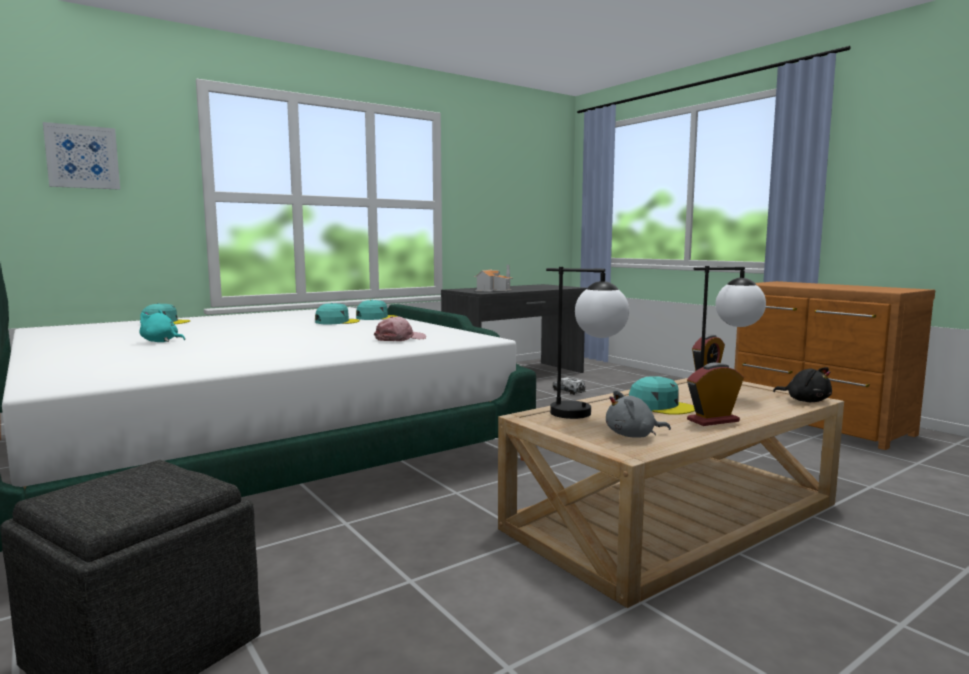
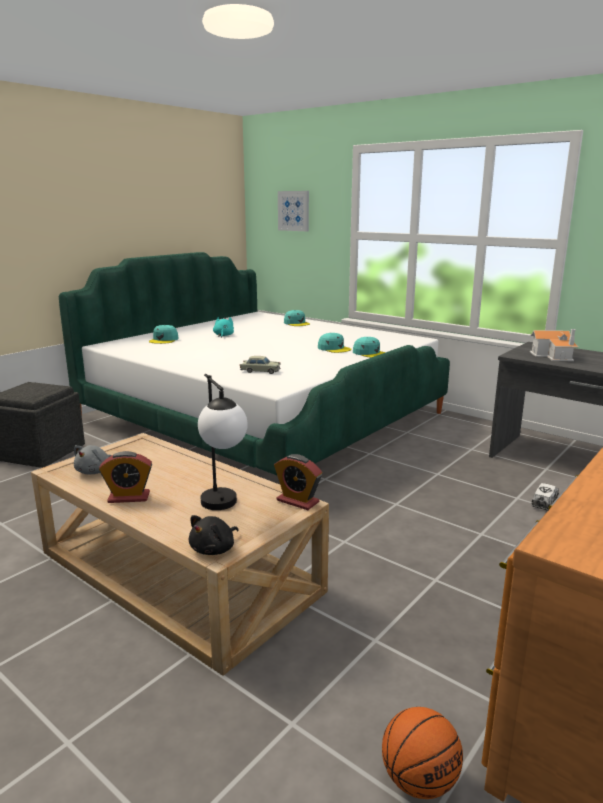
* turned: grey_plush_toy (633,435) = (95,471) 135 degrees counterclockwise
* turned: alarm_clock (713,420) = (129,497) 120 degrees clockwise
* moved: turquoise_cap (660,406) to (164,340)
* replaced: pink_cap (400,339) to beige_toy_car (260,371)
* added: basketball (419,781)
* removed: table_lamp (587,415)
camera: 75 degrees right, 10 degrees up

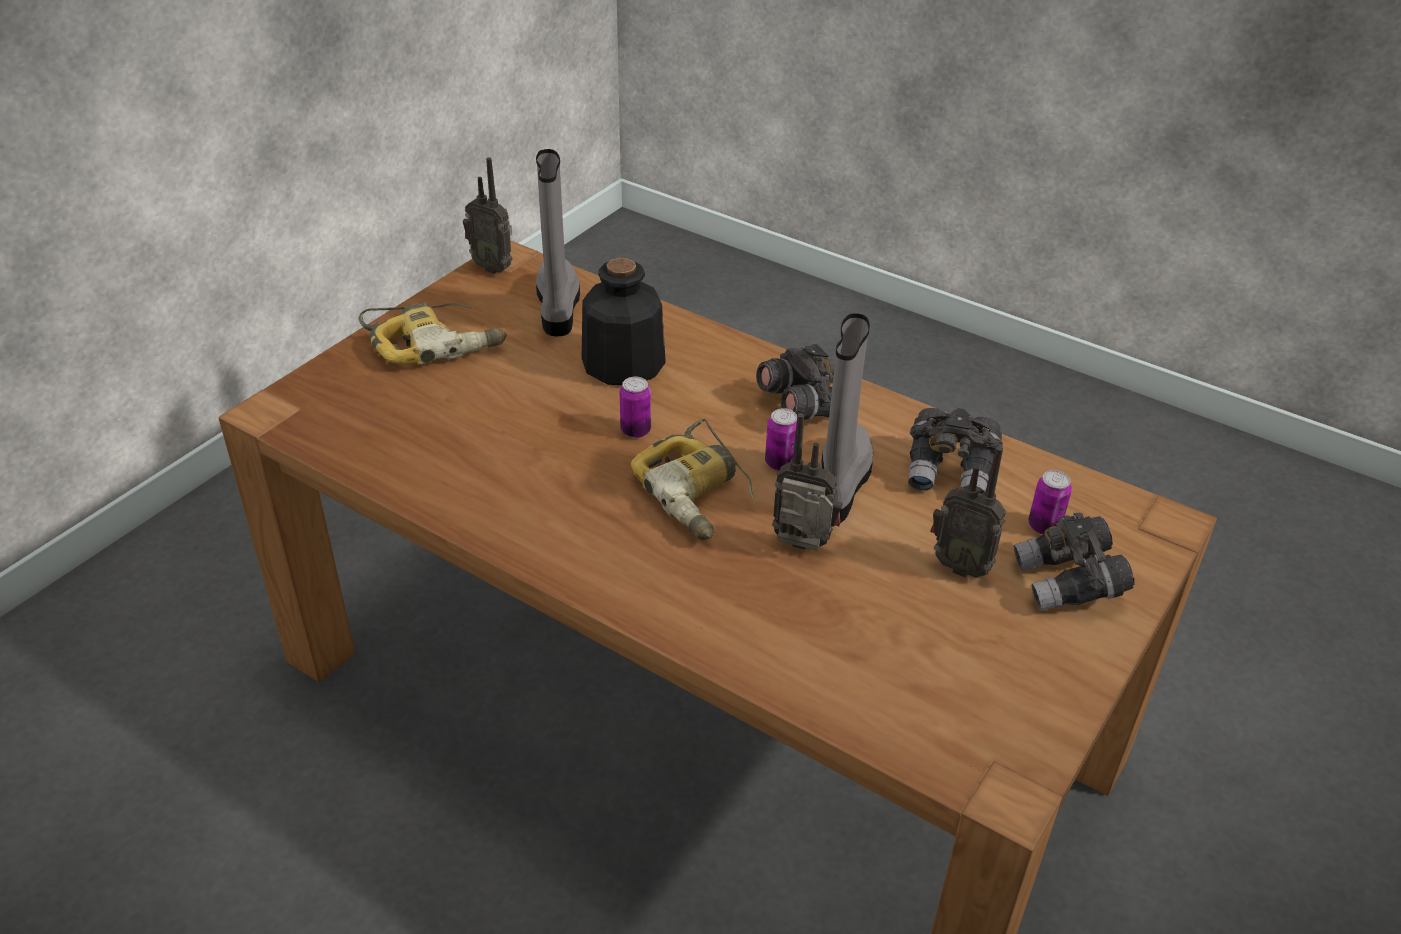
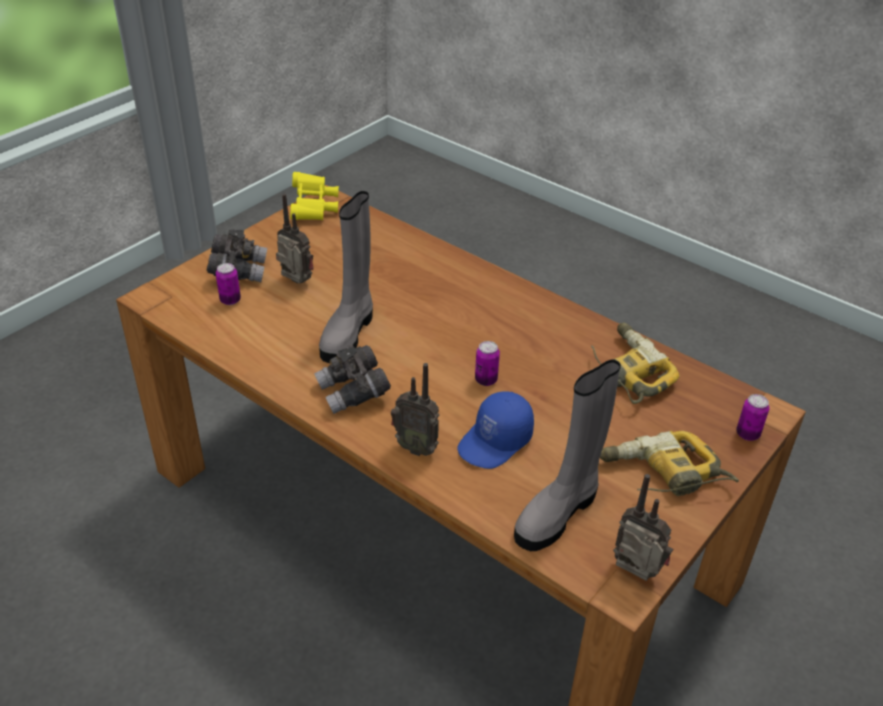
* added: yellow_binoculars (314,208)
* moved: radio (802,550) to (416,447)
* replaced: bottle (622,363) to blue_cap (496,442)
* turned: grey_boot (558,307) = (558,513) 45 degrees clockwise
* moved: power_drill (698,492) to (627,371)
* moved: can (780,463) to (747,434)
* removed: grey_binoculars (951,471)
camera: 175 degrees left, 0 degrees up

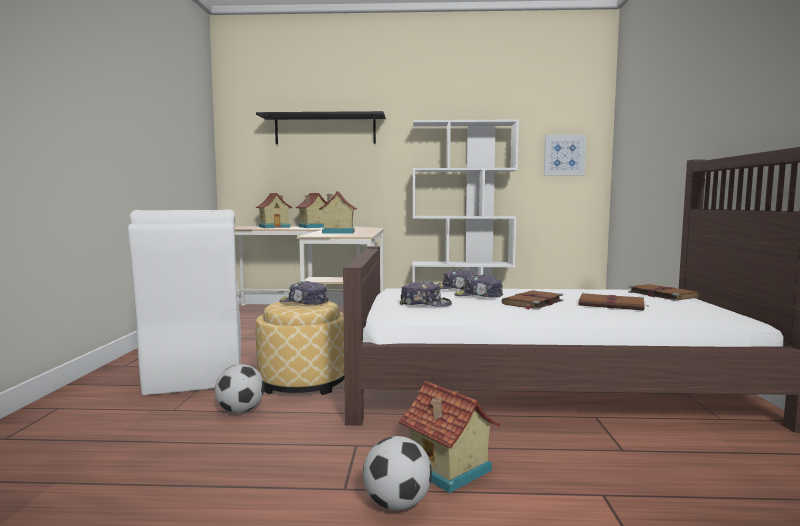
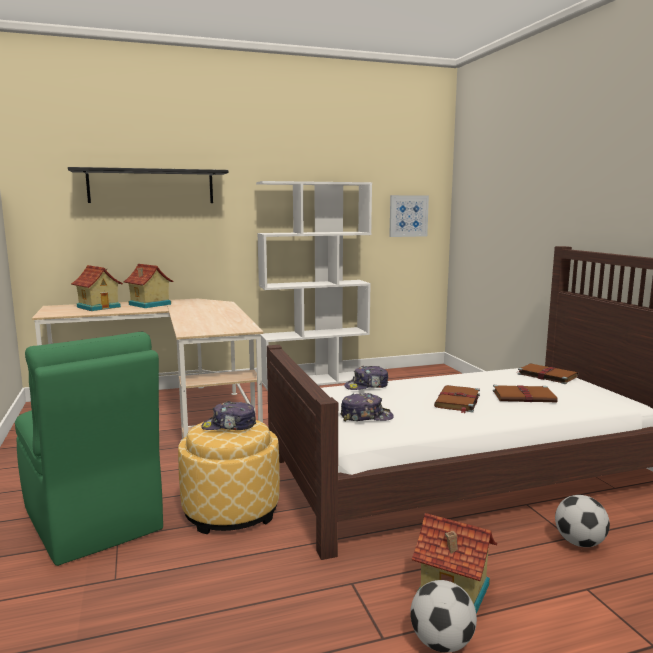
* recoloured: white_chair (195,374) to green_chair (93,521)
* moved: football (240,411) to (579,543)
* removed: toy_house (337,232)
* removed: cap (478,296)
camera: 20 degrees left, 5 degrees up

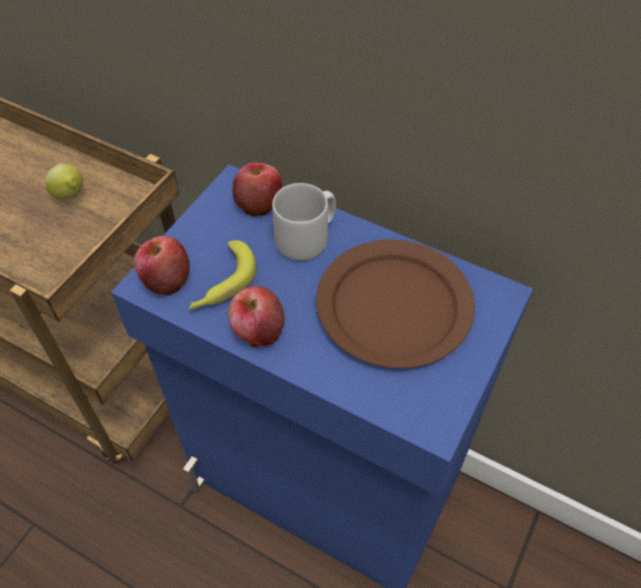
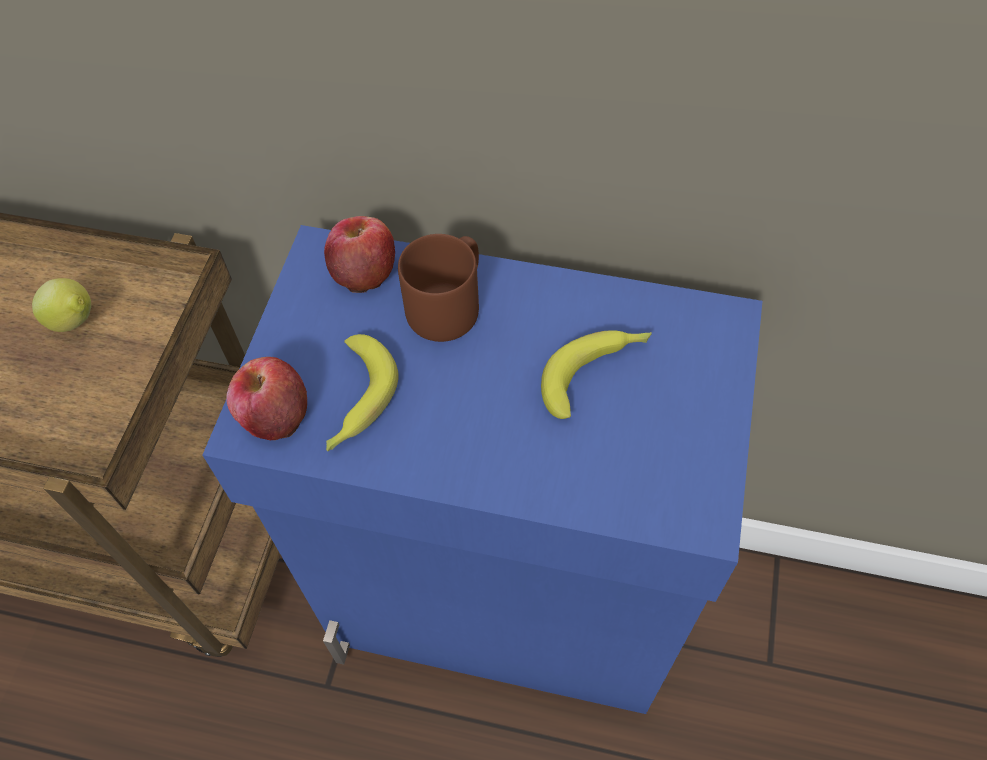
* recoloured: grey_mug (307,238) to brown_mug (448,306)
* replaced: brown_plate (393,307) to banana (596,373)
* removed: apple (258,330)
camera: 15 degrees left, 5 degrees up

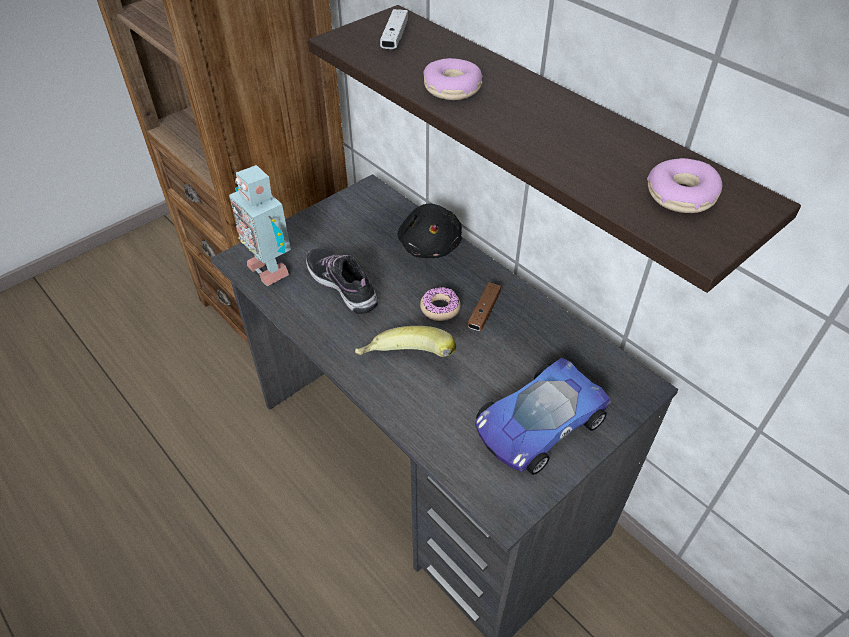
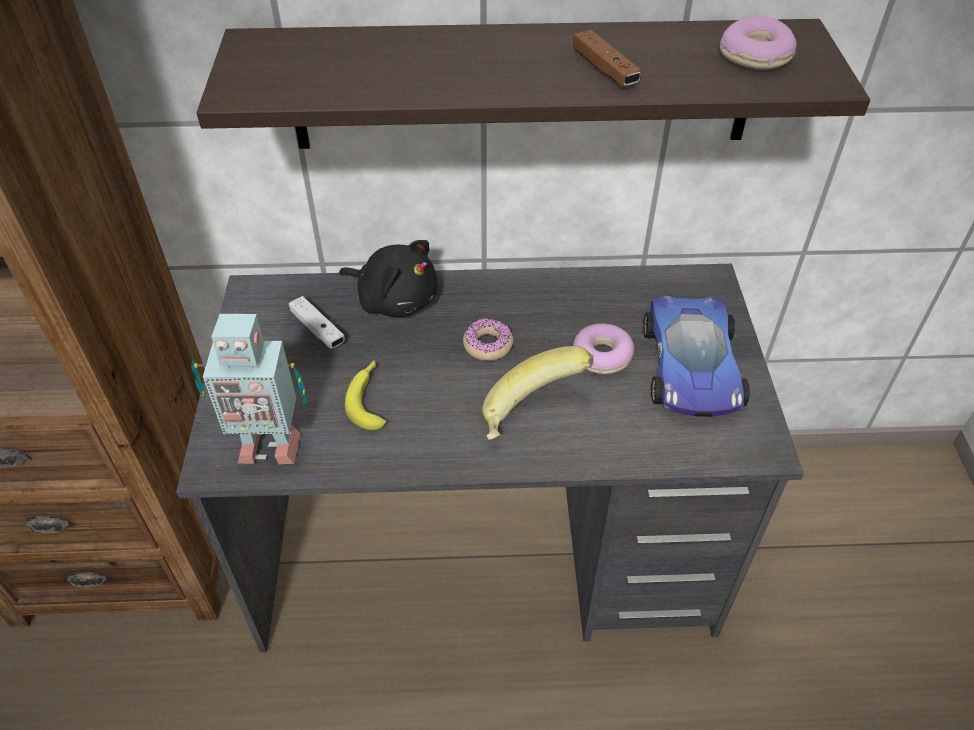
* moved: white_game_controller (394,37) to (317,329)
* replaced: shoe (342,285) to banana (370,398)
* moved: brown_game_controller (484,312) to (604,69)
* moved: donut (452,89) to (602,356)
camera: 50 degrees left, 0 degrees up

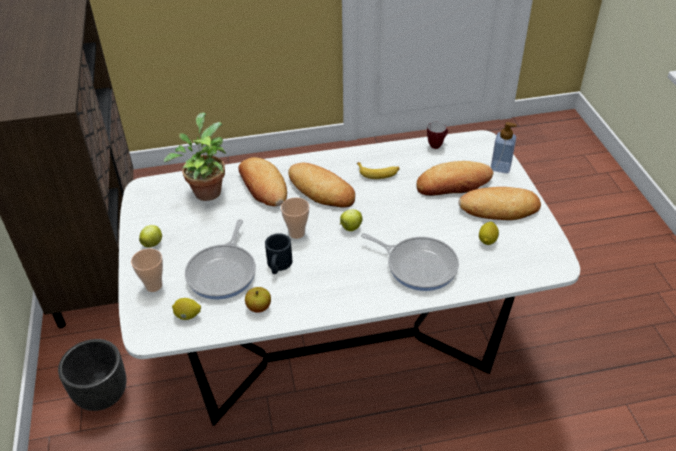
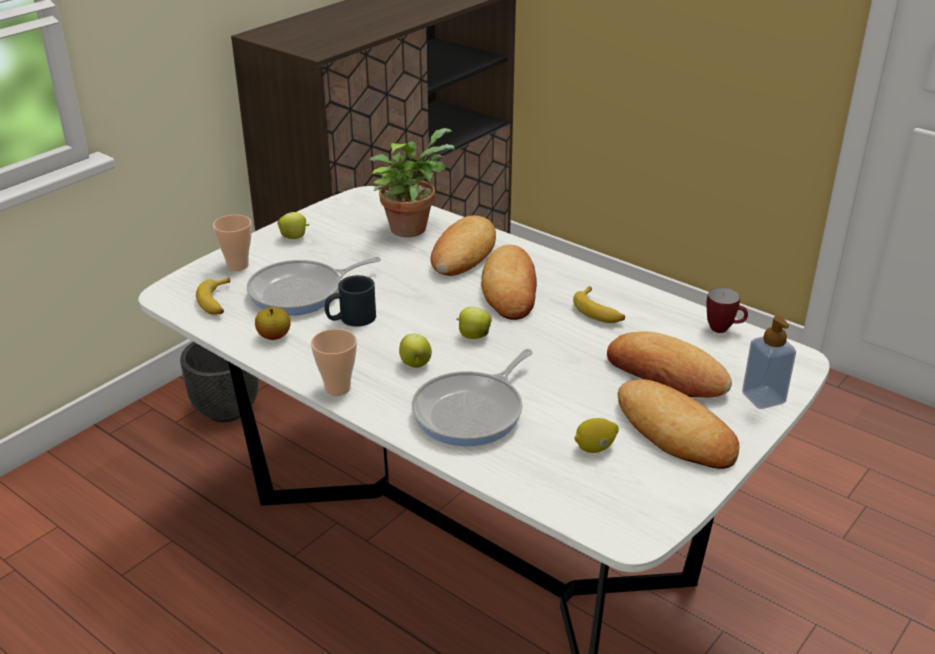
* replaced: lemon (187,316) to banana (217,302)
* moved: cup (297,233) to (337,388)
* added: apple (415,364)
* turned: frying_pan (418,265) = (472,412) 45 degrees clockwise
camera: 50 degrees right, 10 degrees down

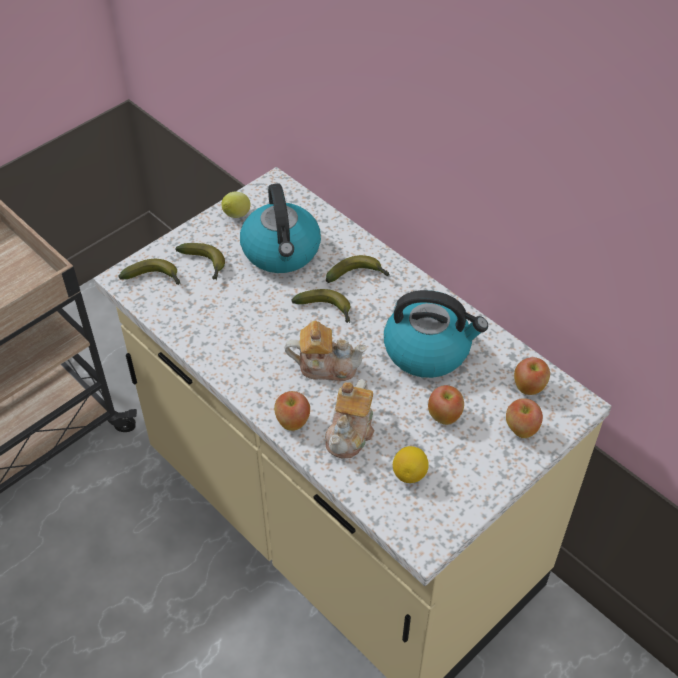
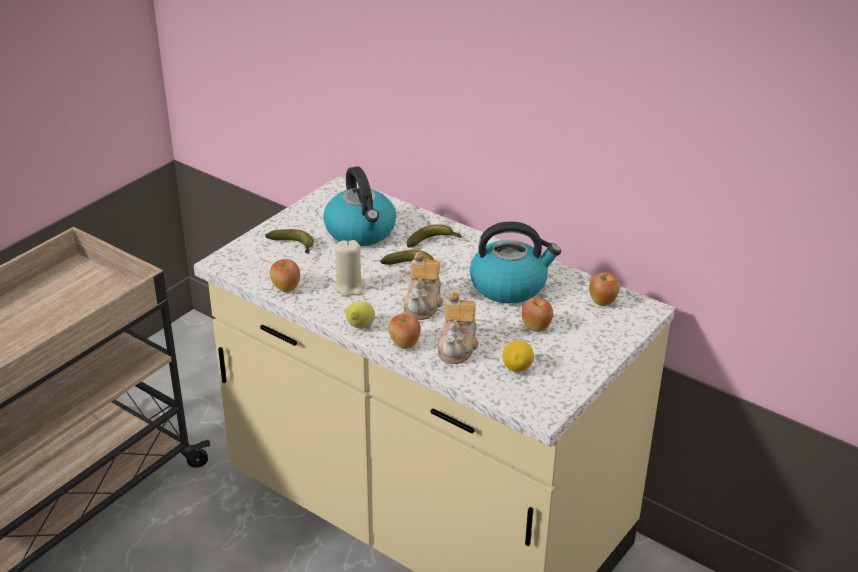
* moved: apple (521,429) to (285,288)
* added: beige_candle (349,287)
* moved: lemon (236,216) to (360,328)
* turned: teapot (326,366) = (423,304) 105 degrees clockwise
* removed: banana (155,278)
camera: 10 degrees left, 15 degrees down

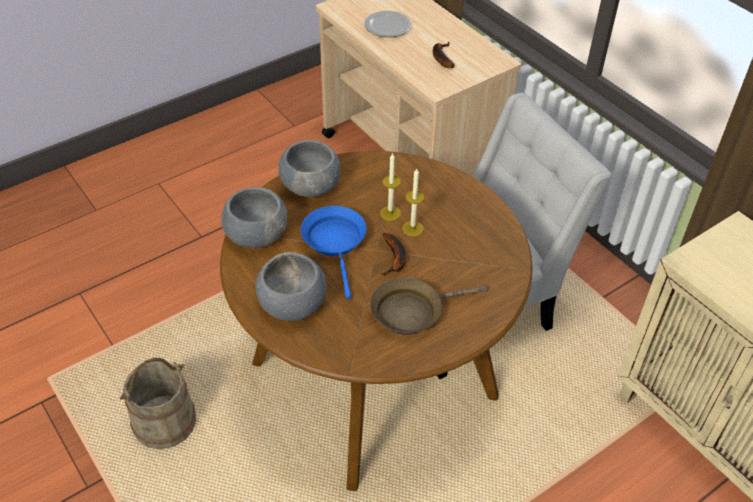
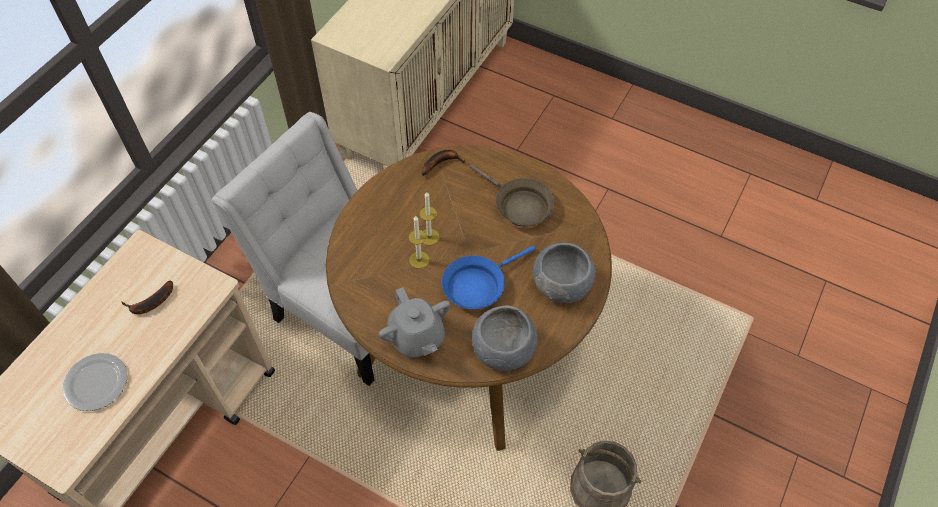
* replaced: grey_bowl (310,186) to grey_teapot (416,337)
* moved: banana (394,258) to (441,163)
camera: 115 degrees left, 10 degrees up

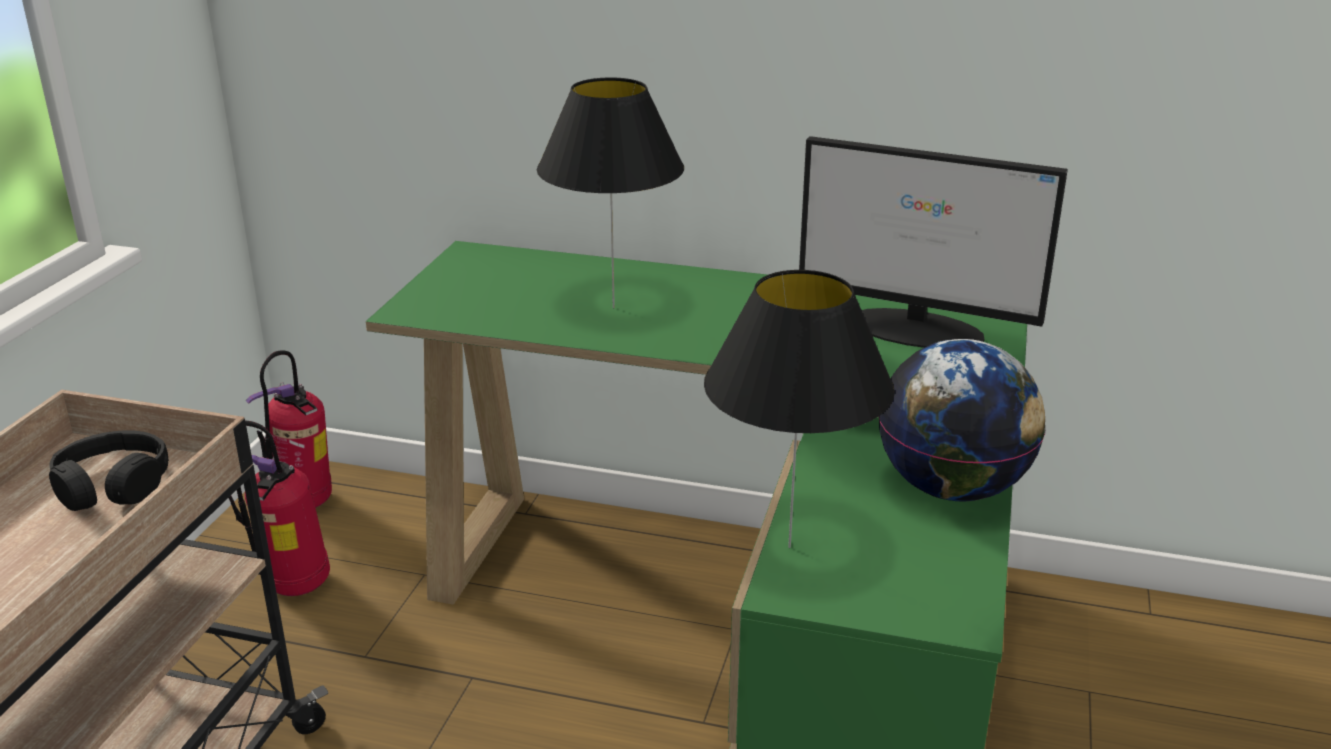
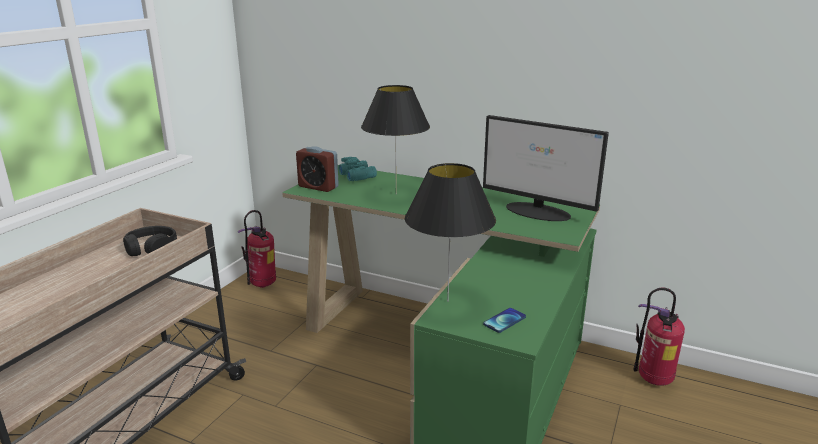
* added: alarm_clock (318,187)
* added: turquoise_binoculars (358,176)
* added: phone (504,321)
* moved: fire_extinguisher (293,588) to (653,380)
* removed: globe (953,488)
camera: 10 degrees right, 5 degrees down

